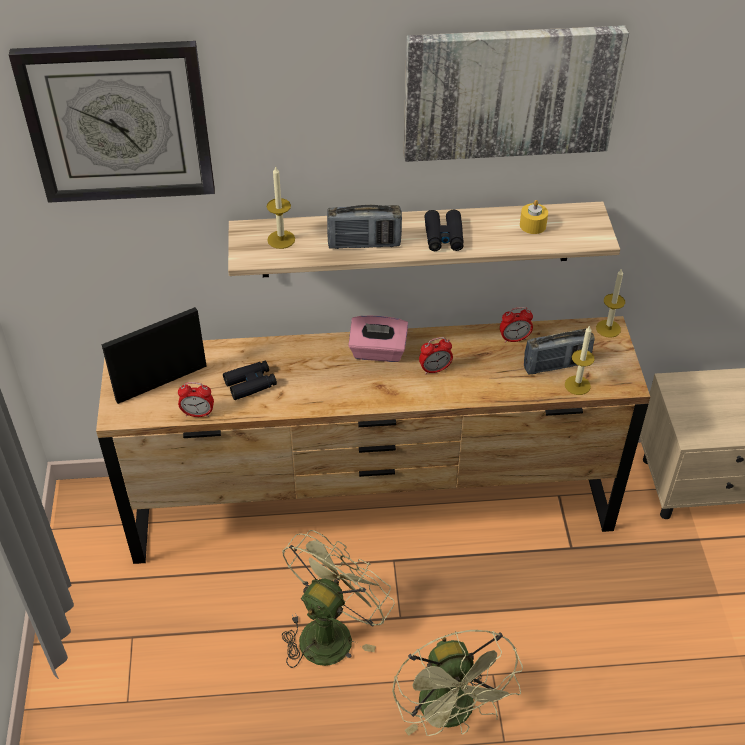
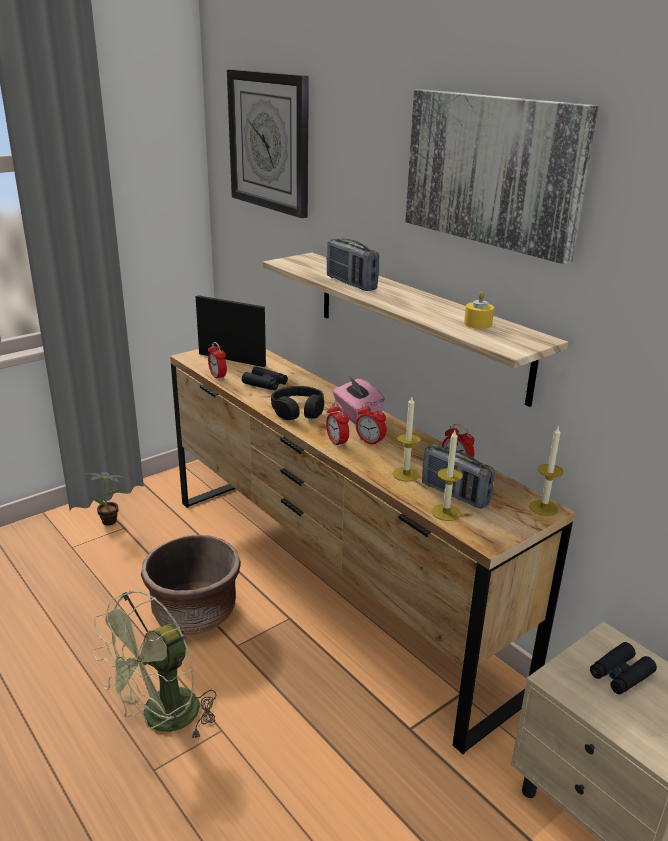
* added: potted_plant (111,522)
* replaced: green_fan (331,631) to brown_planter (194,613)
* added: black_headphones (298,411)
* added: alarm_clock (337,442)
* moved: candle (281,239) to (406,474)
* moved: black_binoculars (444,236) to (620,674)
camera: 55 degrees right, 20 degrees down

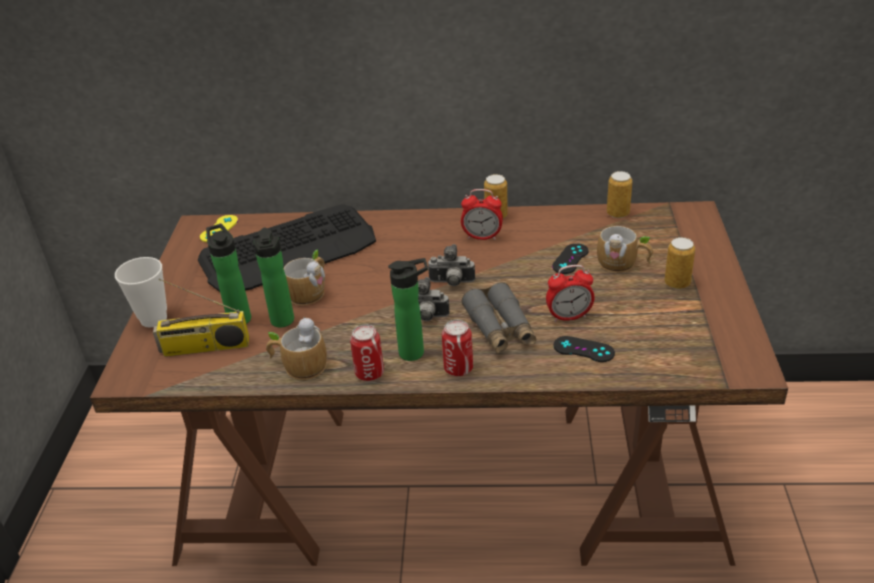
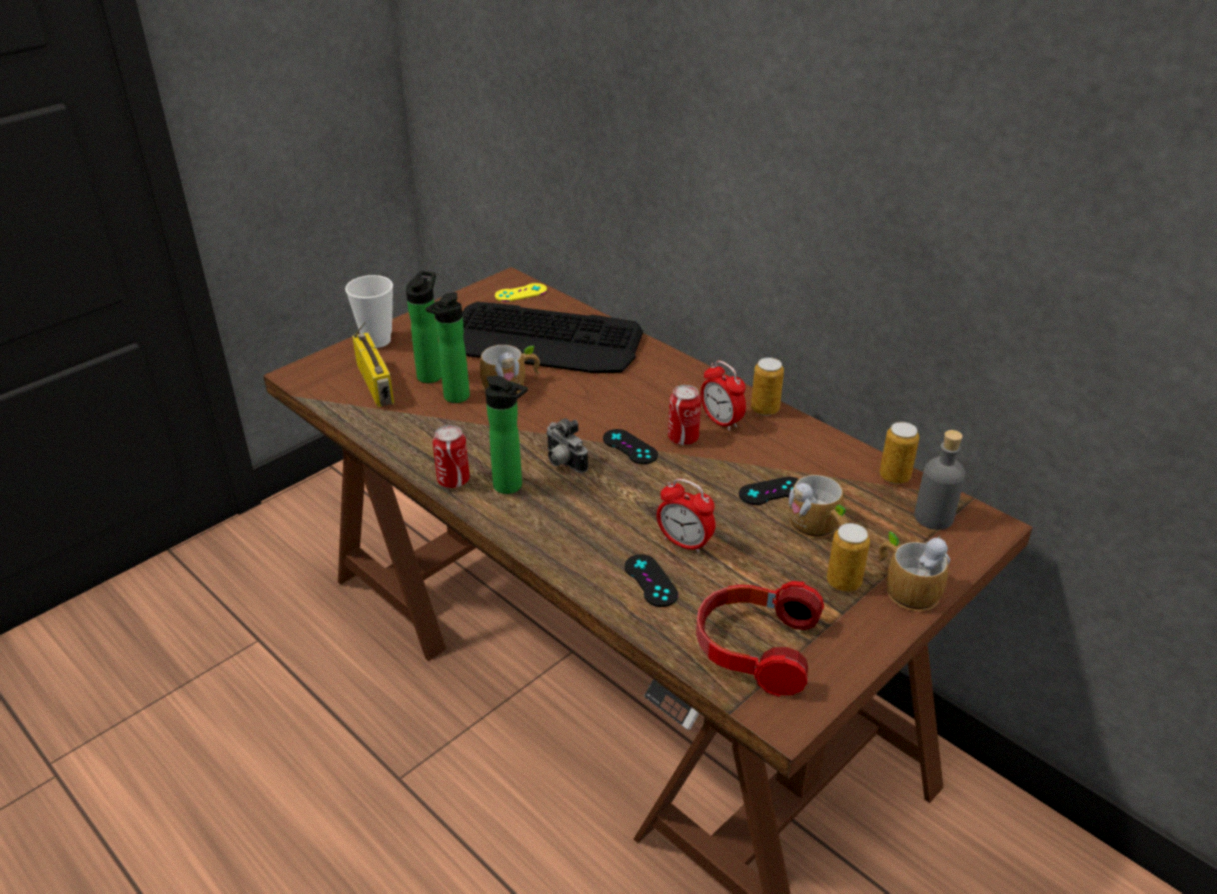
* turned: radio (204,347) = (376,384) 150 degrees counterclockwise
* replaced: photo_camera (451,283) to black_game_controller (630,447)
* moved: can (458,368) to (683,438)
* added: headphones (754,647)
* moved: mug (298,364) to (906,586)
* added: grey_bottle (933,517)
* removed: grey_binoculars (500,328)
camera: 40 degrees right, 0 degrees up

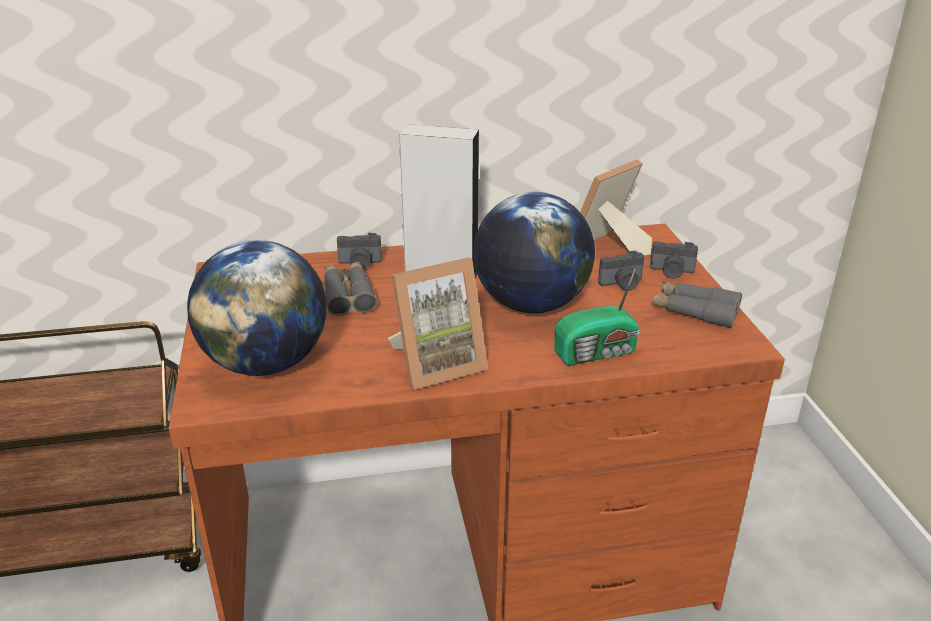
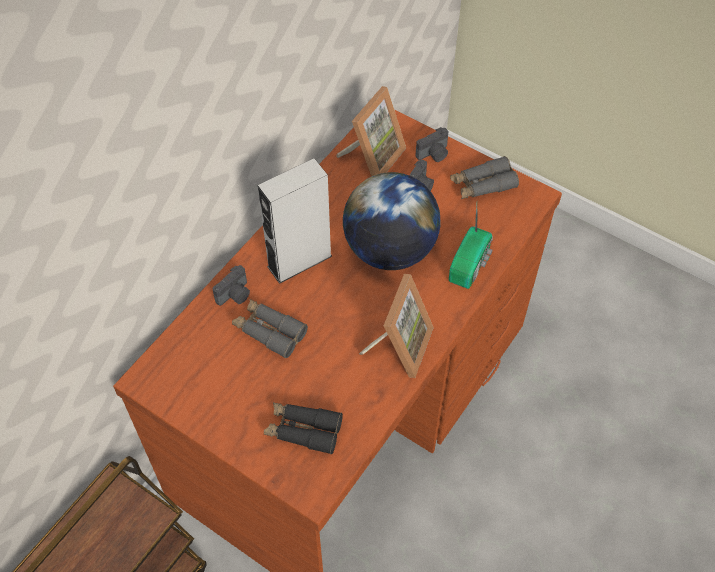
* replaced: globe (267,363) to black_binoculars (303,430)
* turned: picture_frame (607,248) = (372,157) 150 degrees counterclockwise
camera: 45 degrees left, 25 degrees up

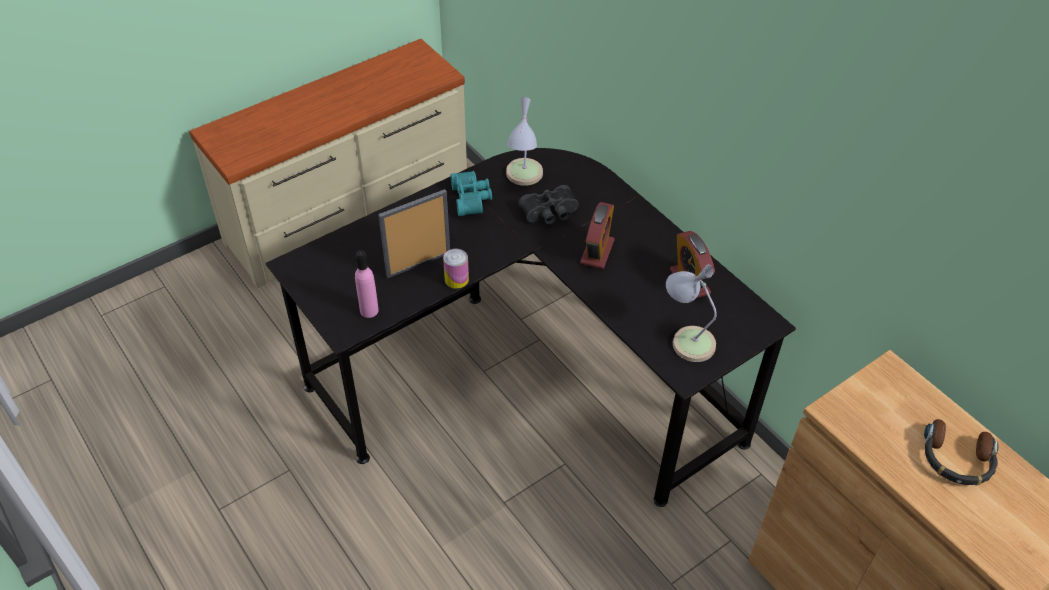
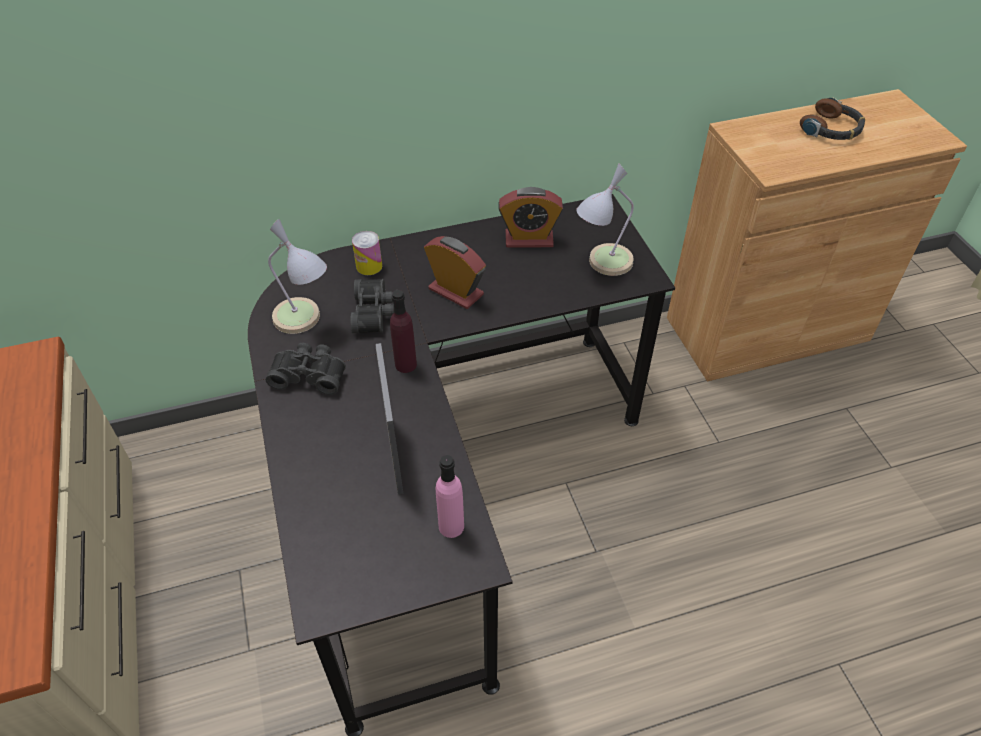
* recoloured: turquoise_binoculars (472,198) to black_binoculars (310,374)
* moved: can (456,279) to (369,266)
* added: purple_bottle (405,364)
camera: 70 degrees left, 0 degrees up

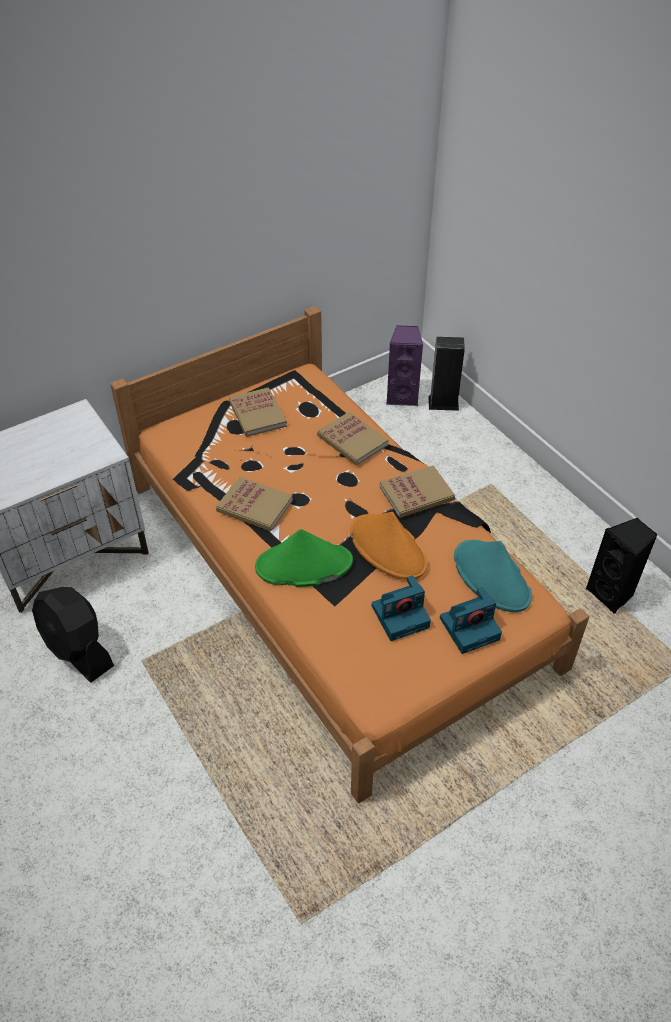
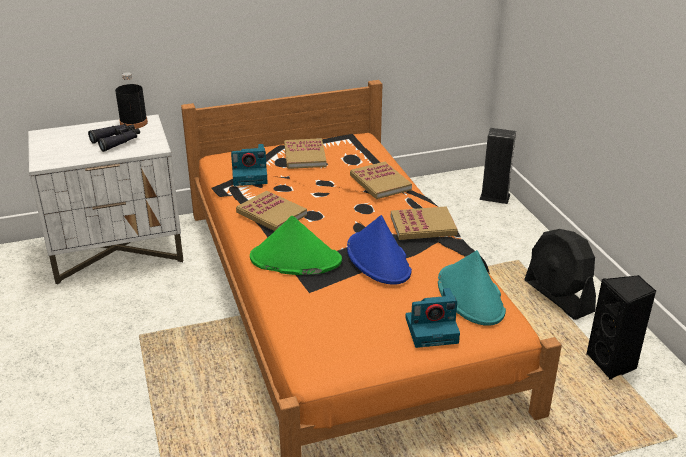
* added: black_binoculars (117,141)
* added: black_bottle (133,123)
* moved: photo_camera (401,615) to (251,175)
* recoloured: orange_hat (388,548) to blue_hat (378,259)
* moved: black_fan (78,650) to (558,297)
* removed: purple_speaker (402,396)
camera: 15 degrees right, 15 degrees down

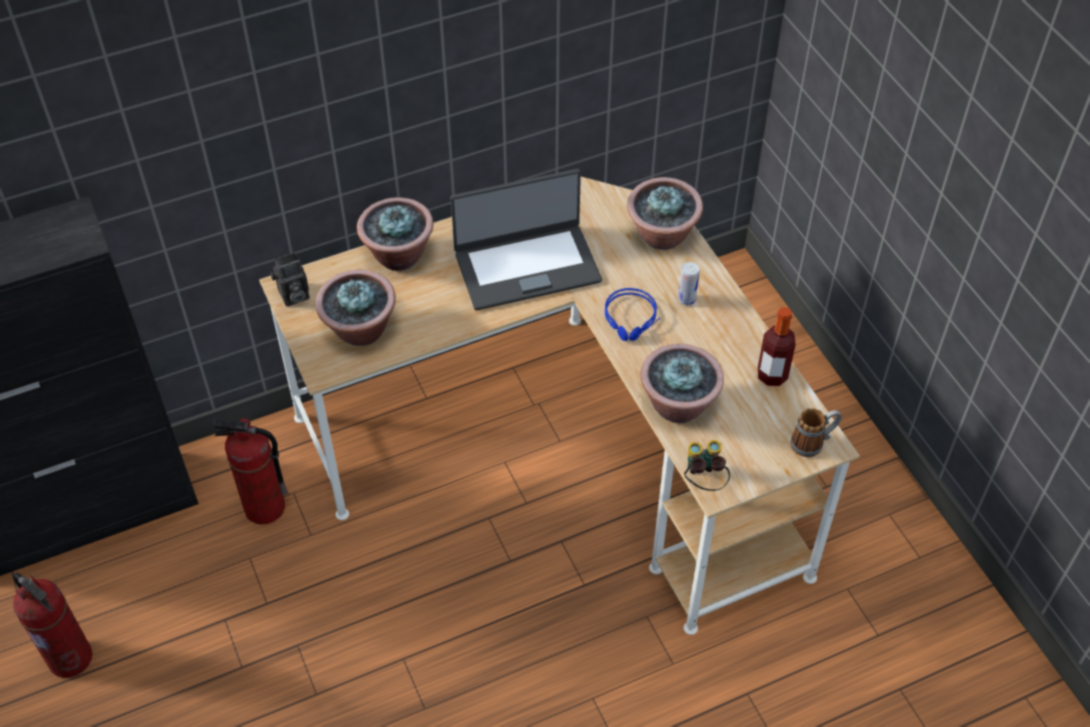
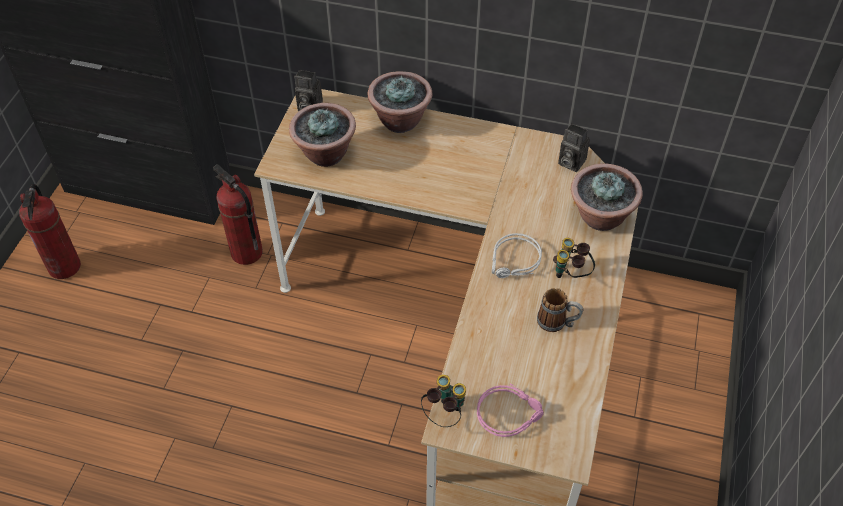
* added: pink_headphones (509,412)
* recoloured: blue_headphones (631,319) to grey_headphones (514,262)
* moved: mug (813,442) to (557,323)
* replaced: can (686,299) to binoculars (571,274)
* added: photo_camera (569,162)
* removed: laptop (526,266)
* removed: potted_plant (678,405)
* removed: bottle (772,375)
camera: 40 degrees right, 0 degrees up

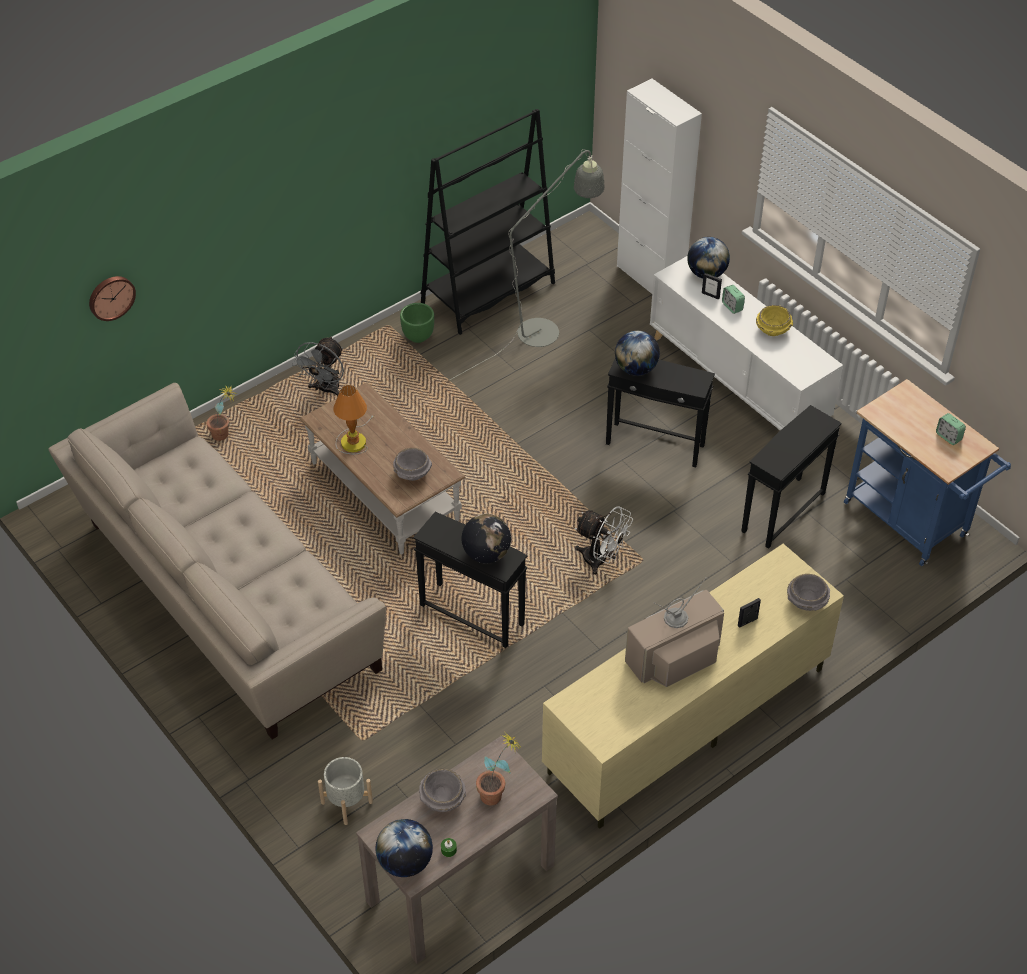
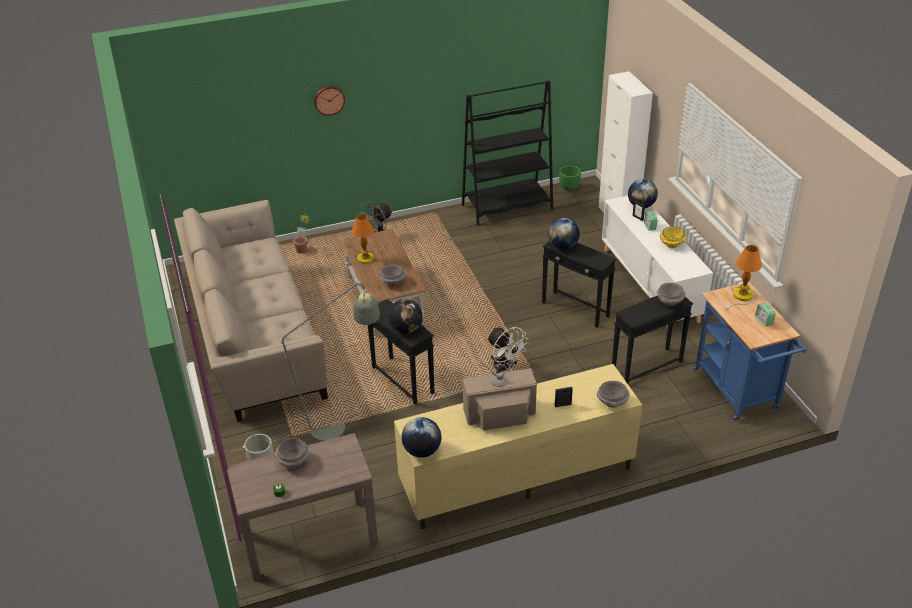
* moved: grey_floor_lamp (547,327) to (336,425)
* moved: wall_clock (111,297) to (329,100)
* moved: globe (405,862) to (422,451)
* moved: green_planter (418,336) to (569,188)
* added: grey_bowl (669,302)
* added: table_lamp (742,296)
* removed: potted_plant (497,794)
camera: 20 degrees right, 10 degrees down

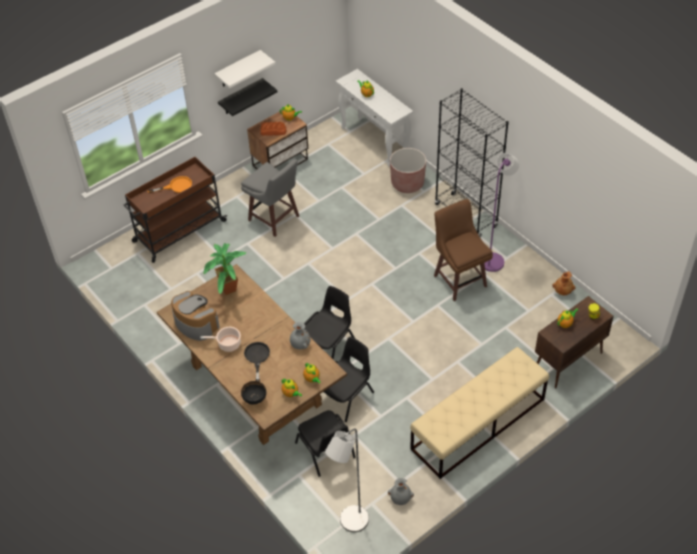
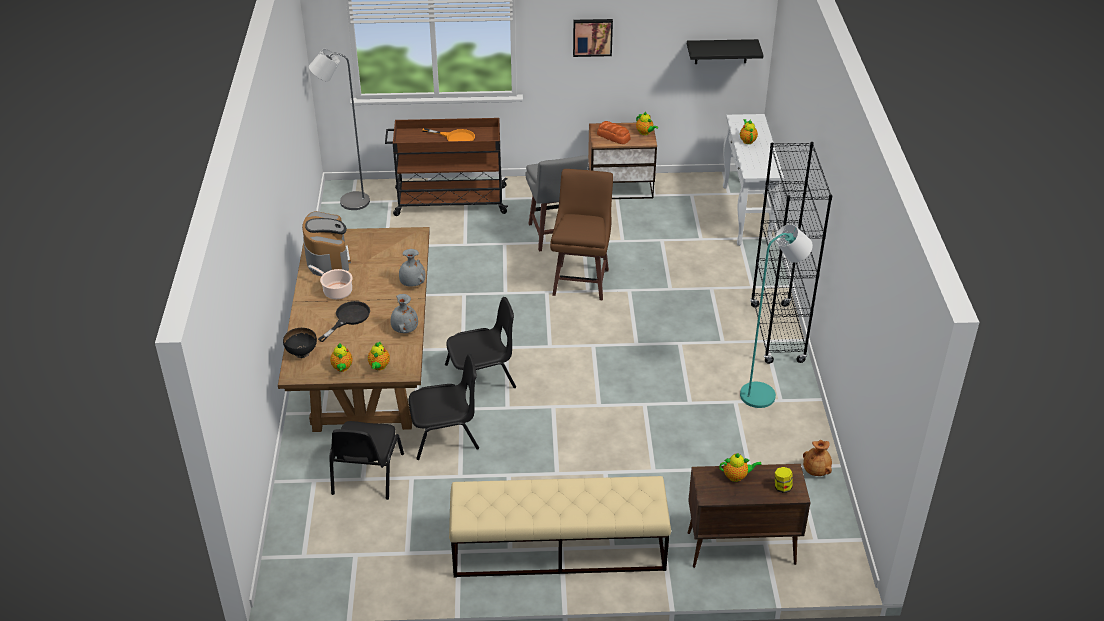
* moved: grey_floor_lamp (350,523) to (349,202)
* moved: grey_vase (400,499) to (412,284)
* moved: brown_stool (459,279) to (581,281)
* replaced: white_shelf (238,69) to picture (592,36)
* moved: black_shelf (241,97) to (721,51)
* recoloured: purple_floor_lamp (494,259) to turquoise_floor_lamp (764,394)
* removed: potted_plant (228,292)
* removed: brown_planter (407,183)
camera: 35 degrees right, 10 degrees down

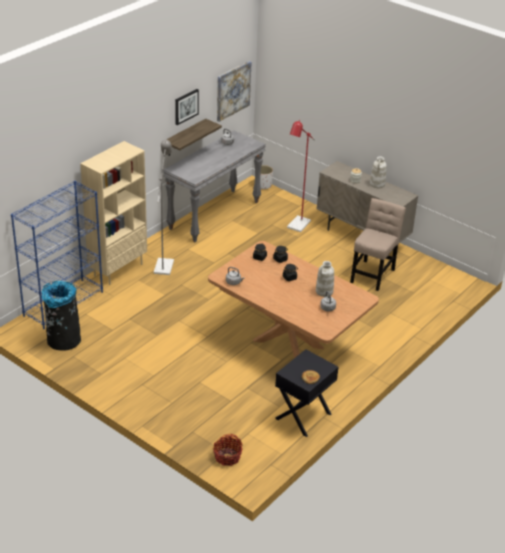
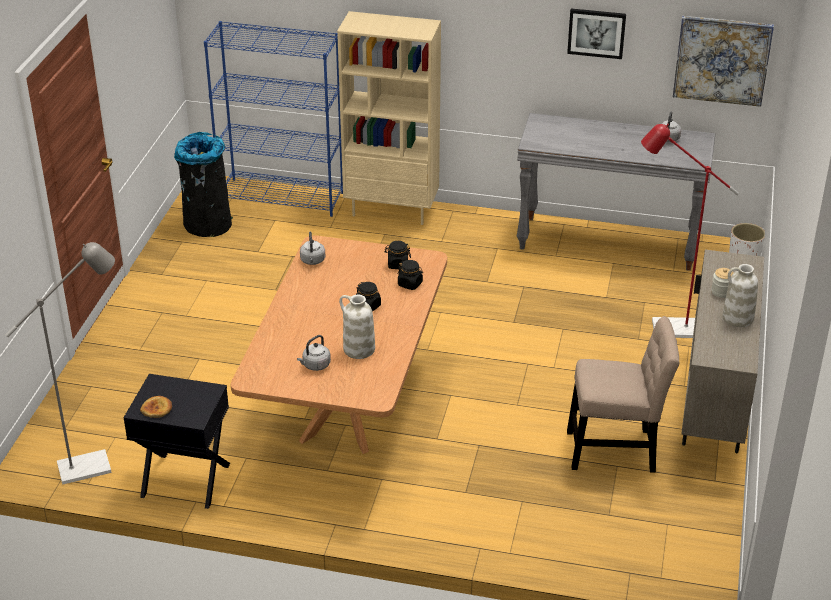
* moved: grey_floor_lamp (164,264) to (94,465)
* removed: shelf (184,138)
* removed: basket (227,457)
camera: 65 degrees right, 0 degrees up

